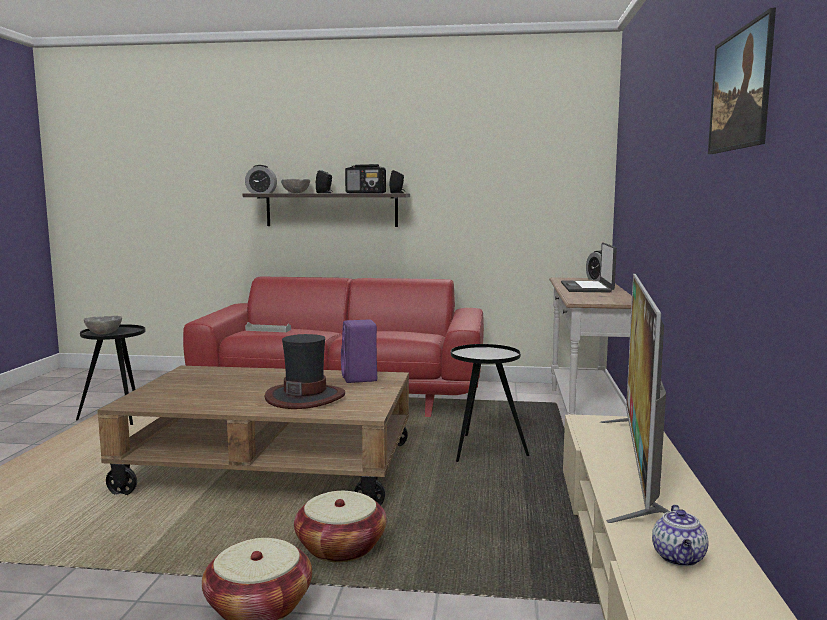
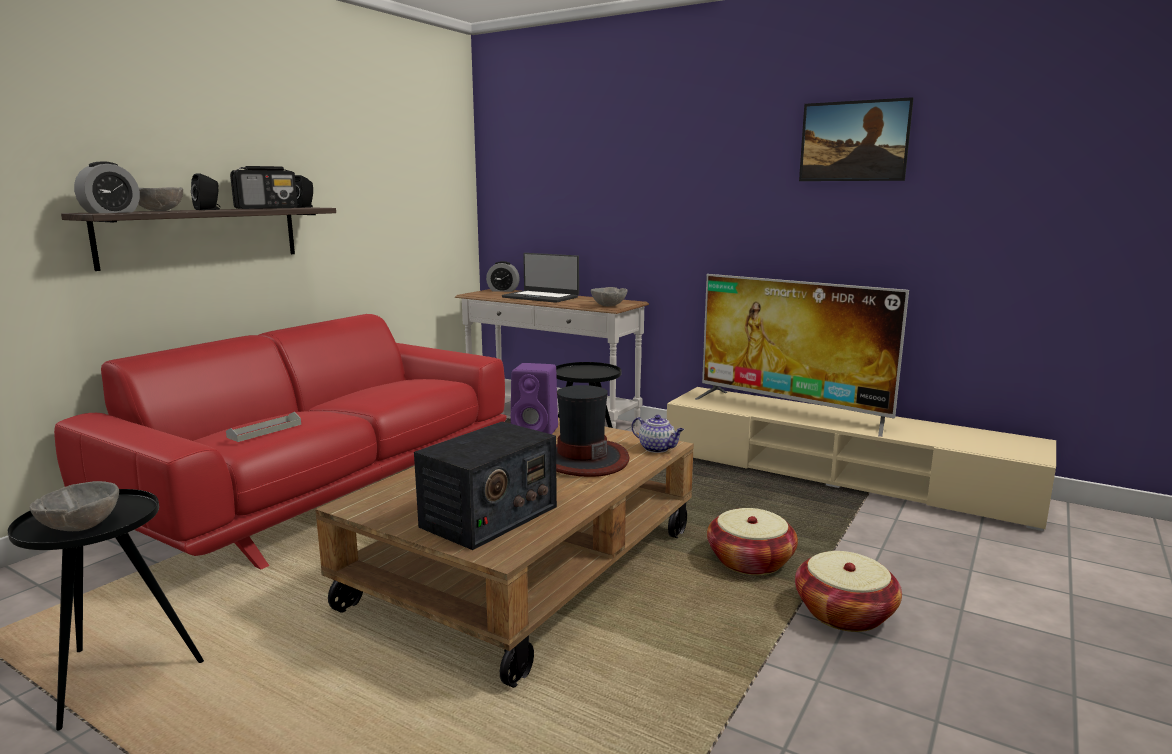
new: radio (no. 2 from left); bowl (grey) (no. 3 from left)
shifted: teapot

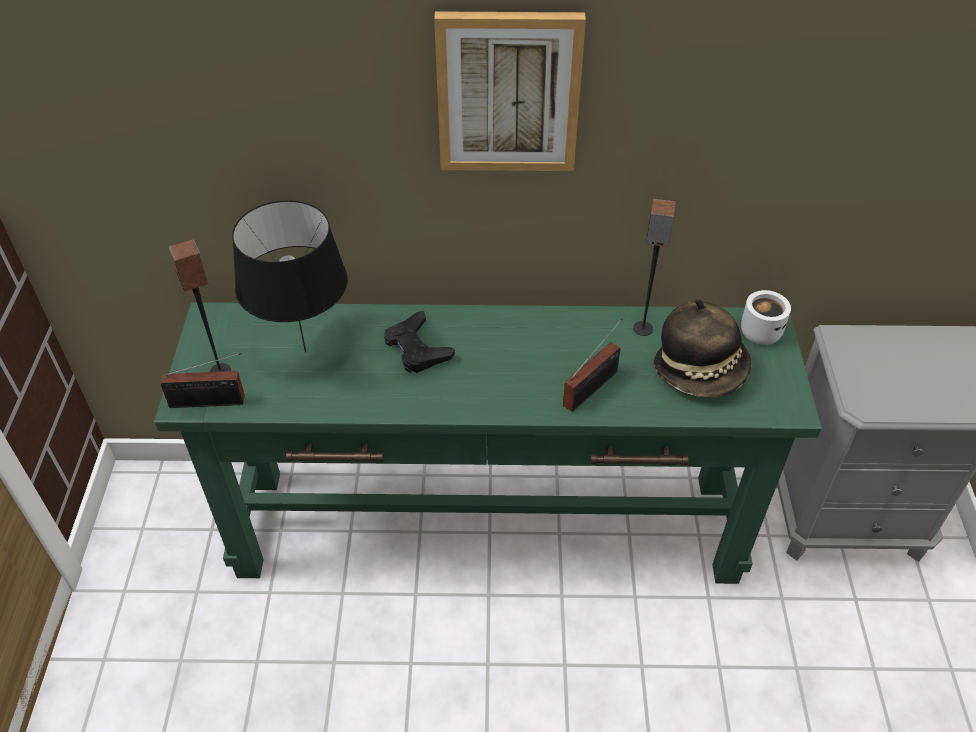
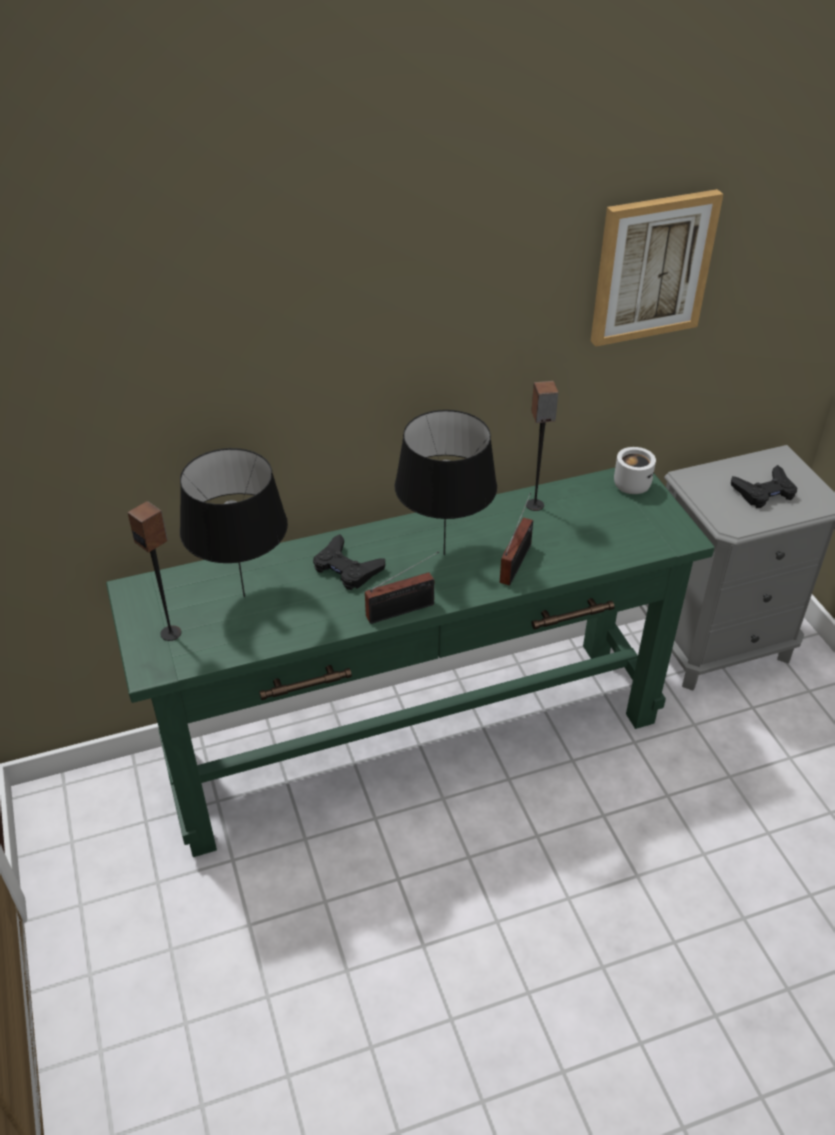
gone: hat
new: table lamp (black) (no. 2 from left); game controller (black) (no. 2 from left)
shifted: radio (no. 1 from left); picture

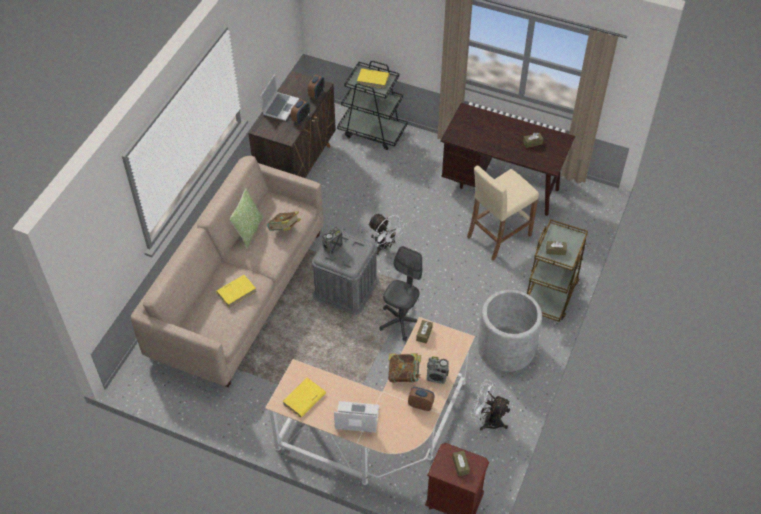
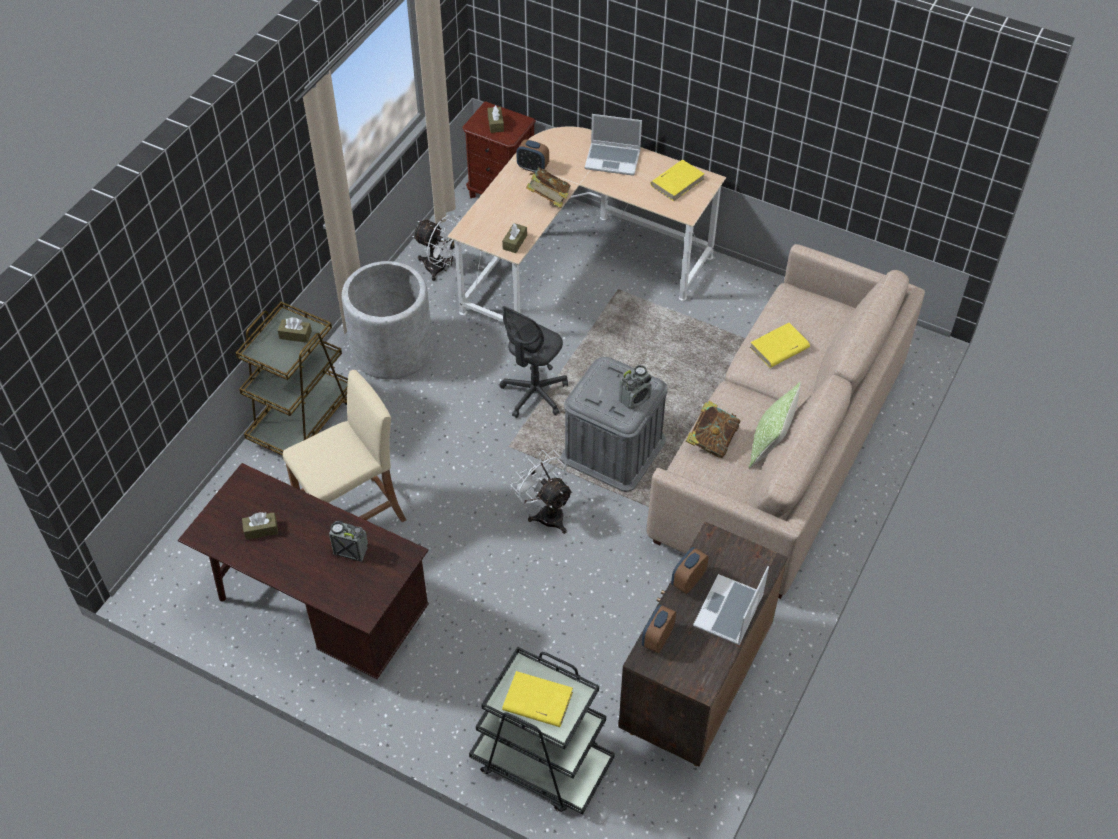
shifted: radio (no. 2 from left in the first image) to radio (no. 1 from left)

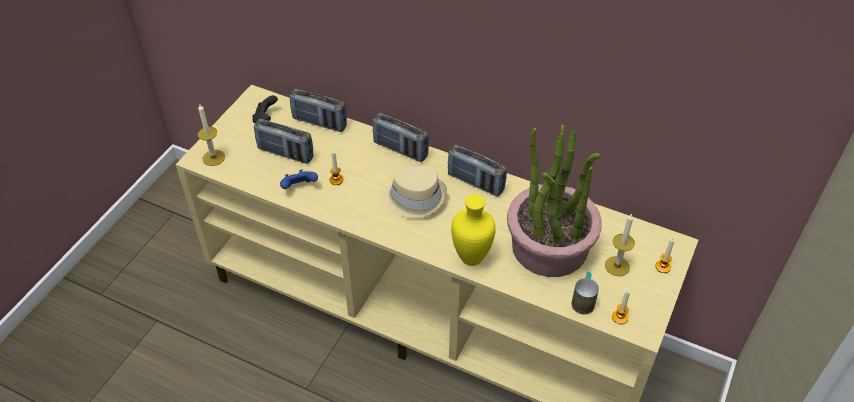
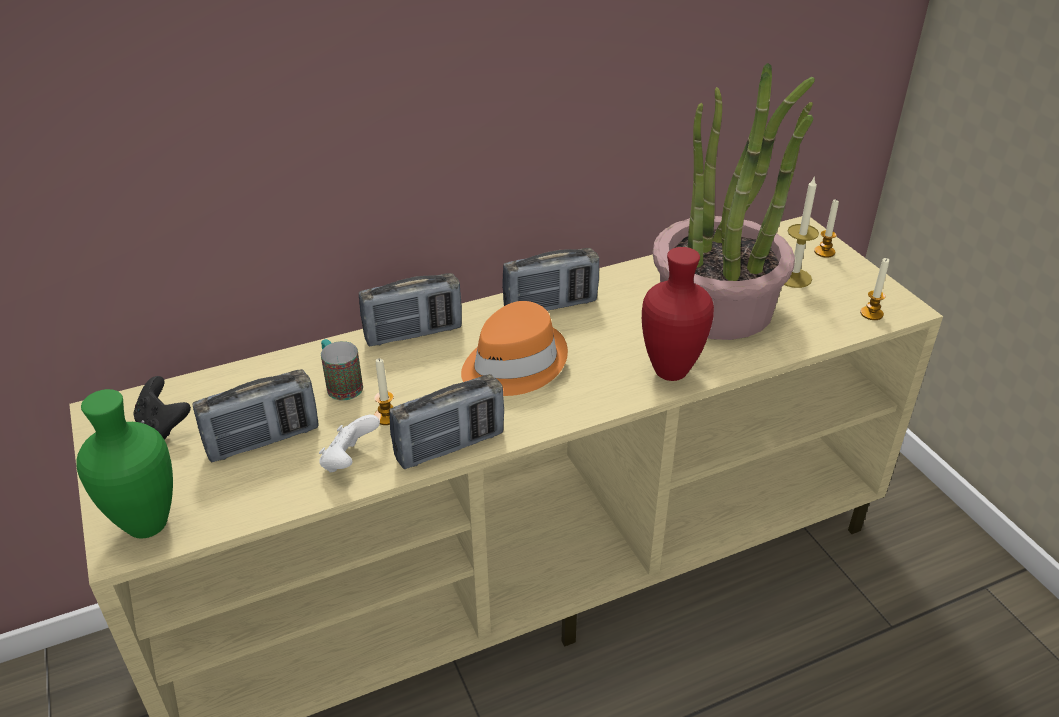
shifted: radio (no. 2 from left in the first image) to radio (no. 3 from left); mug
swapped: candle (no. 1 from left) to vase (green)
repainted: game controller (blue) to game controller (white); hat (beige) to hat (orange); vase (yellow) to vase (red)

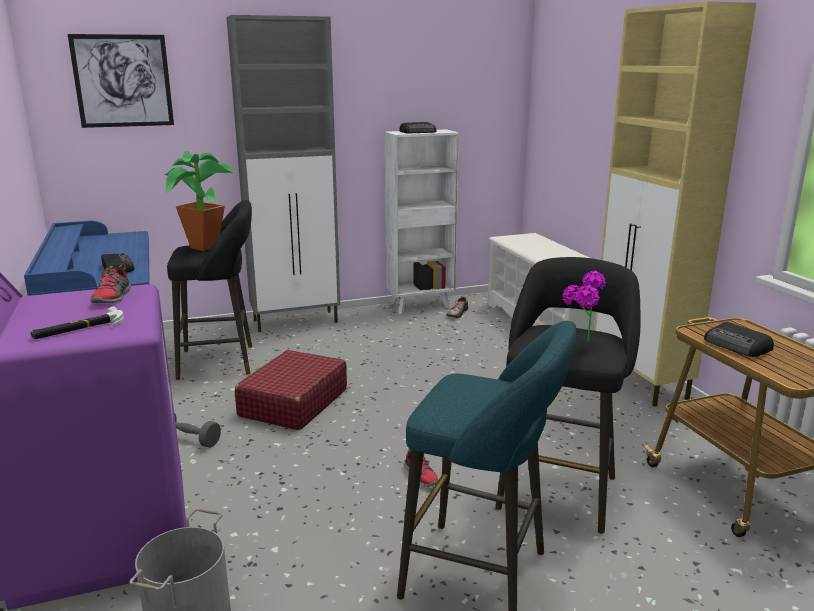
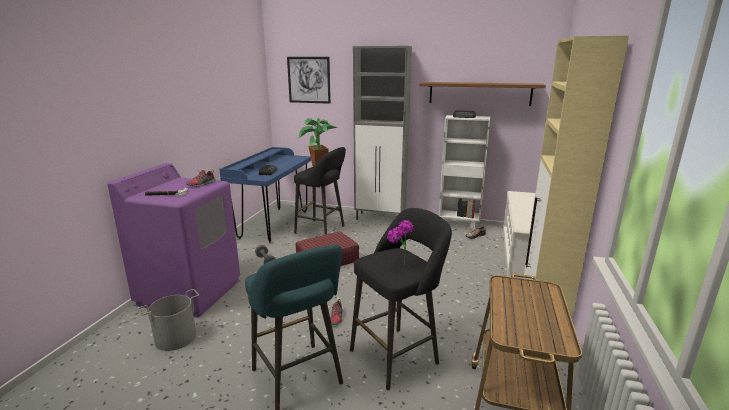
gone: radio (no. 3 from left)
new: shelf (brown)

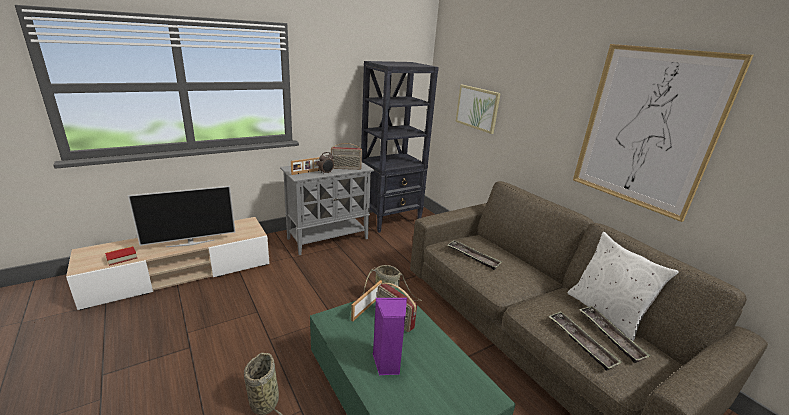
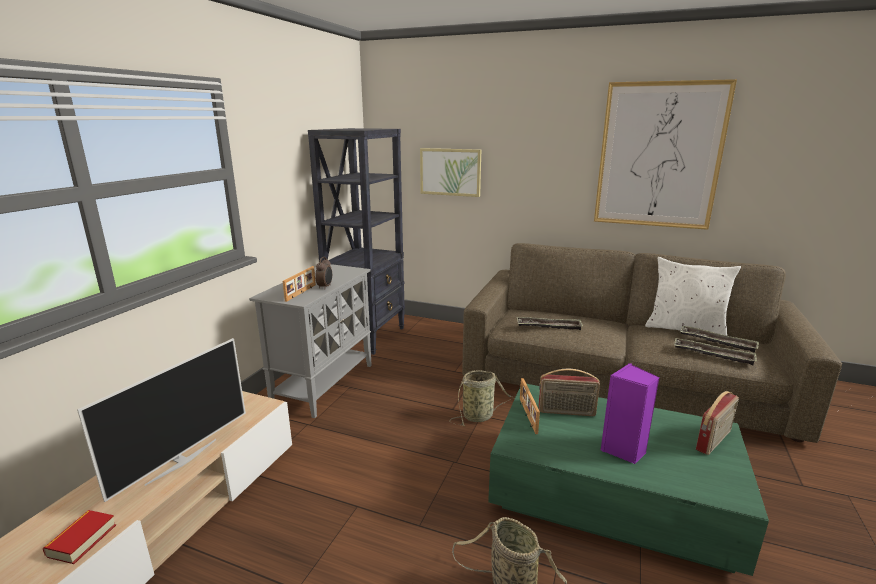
shifted: radio (no. 1 from left in the first image) to radio (no. 2 from left)

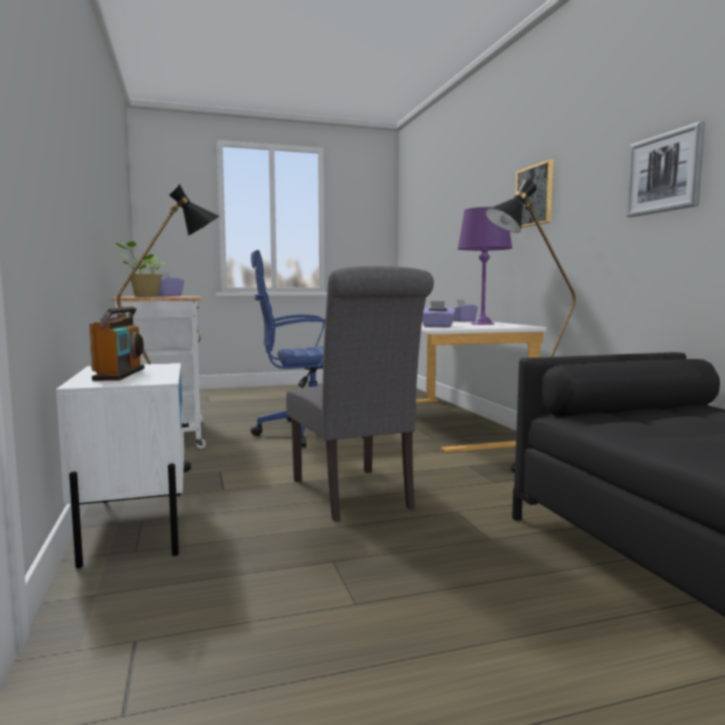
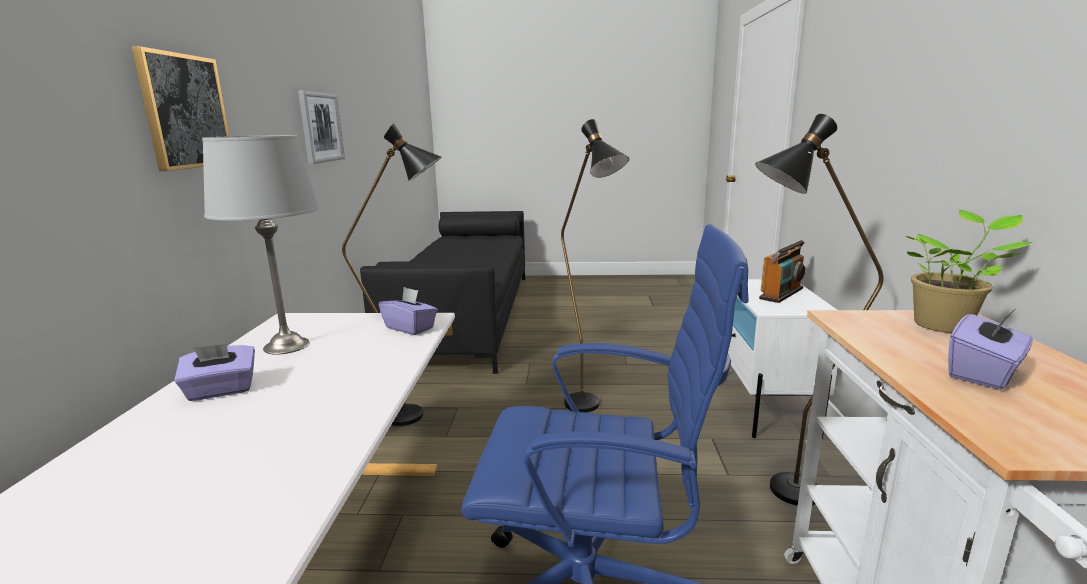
swapped: chair (grey) to floor lamp (black) (no. 2 from left)
repainted: table lamp (purple) to table lamp (grey)
rotated: radio 150 degrees counterclockwise

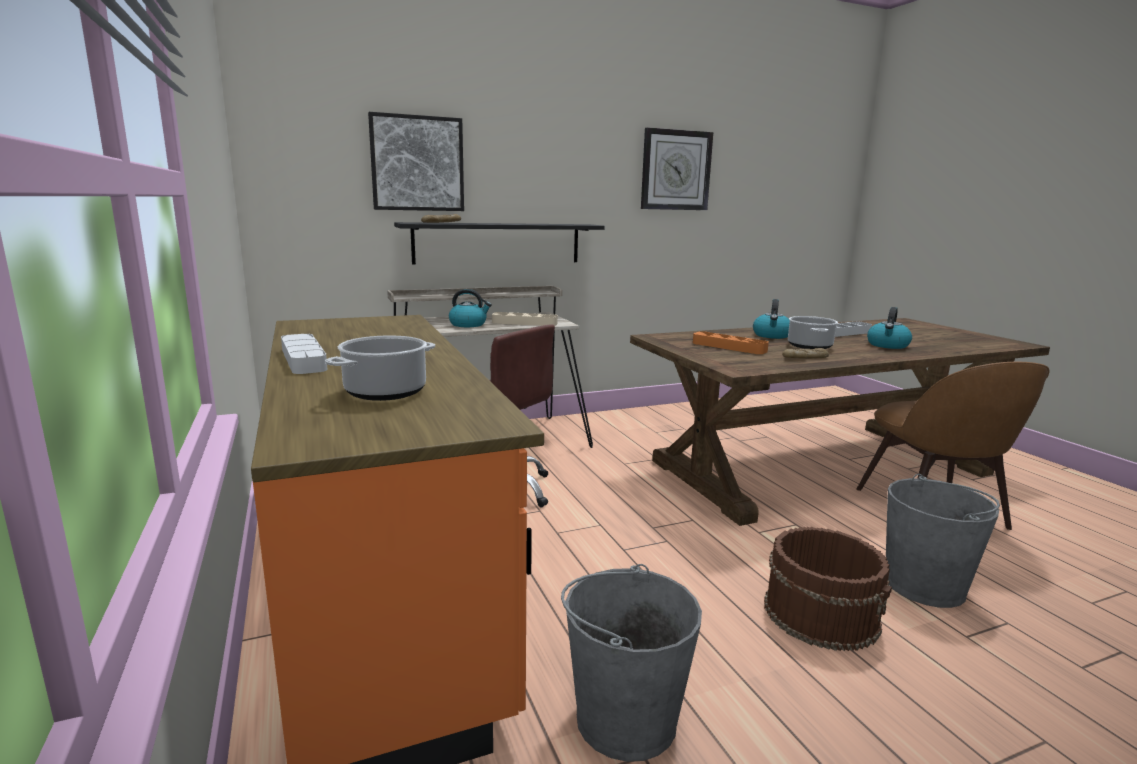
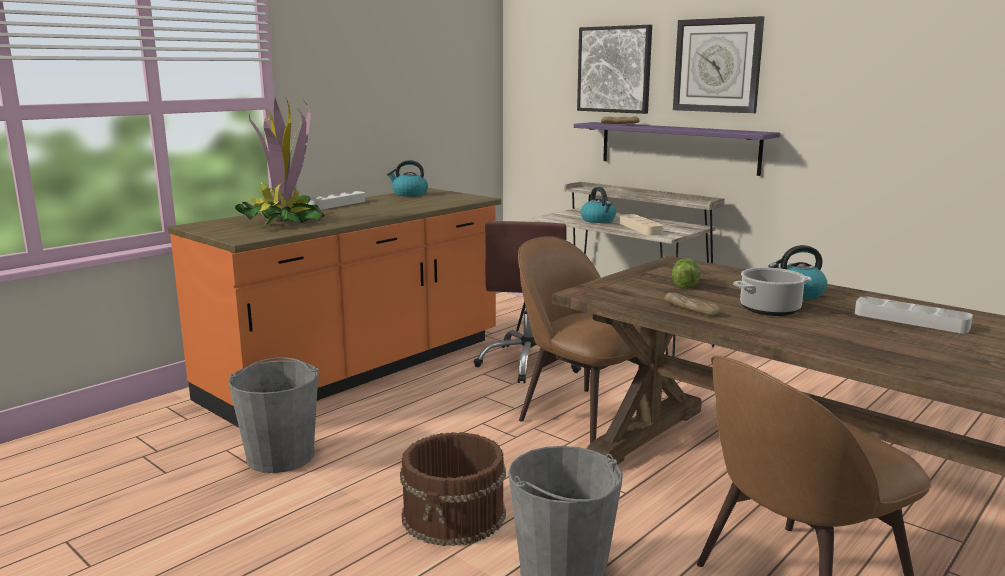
new: chair (brown) (no. 1 from left)
shifted: wall clock; kettle (no. 3 from left in the first image) to kettle (no. 1 from left)
swapped: cooking pot (no. 1 from left) to potted plant; tray (orange) to lettuce
repainted: shelf (black) to shelf (purple)

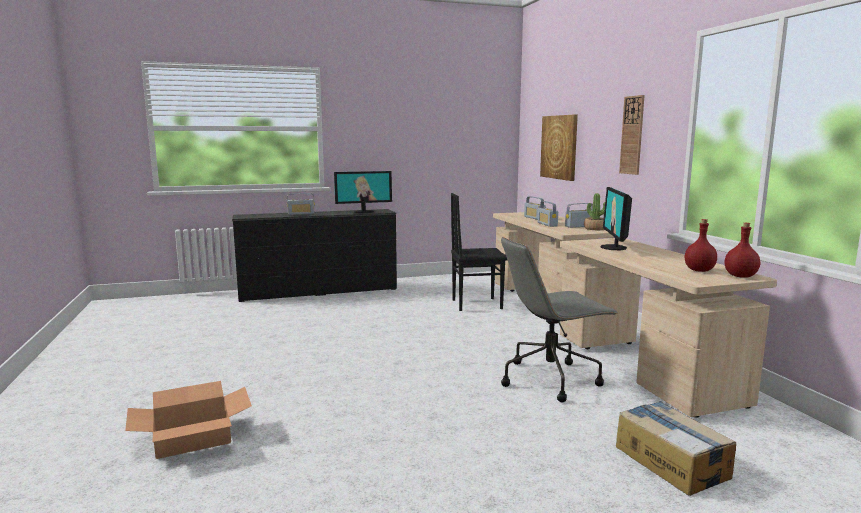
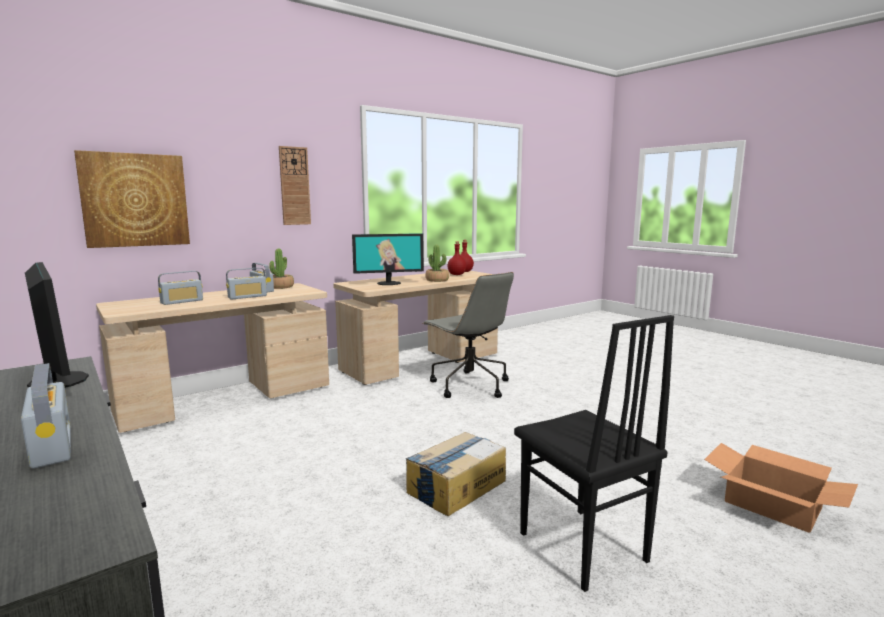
new: potted plant (no. 2 from left)
shifted: chair (black); cardboard box (no. 2 from left in the first image) to cardboard box (no. 1 from left)

